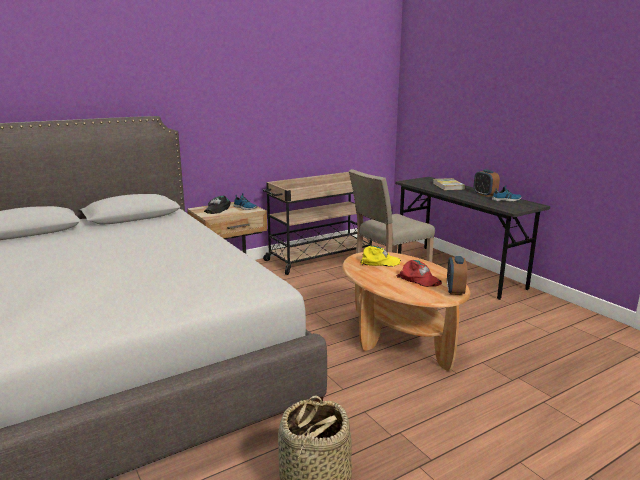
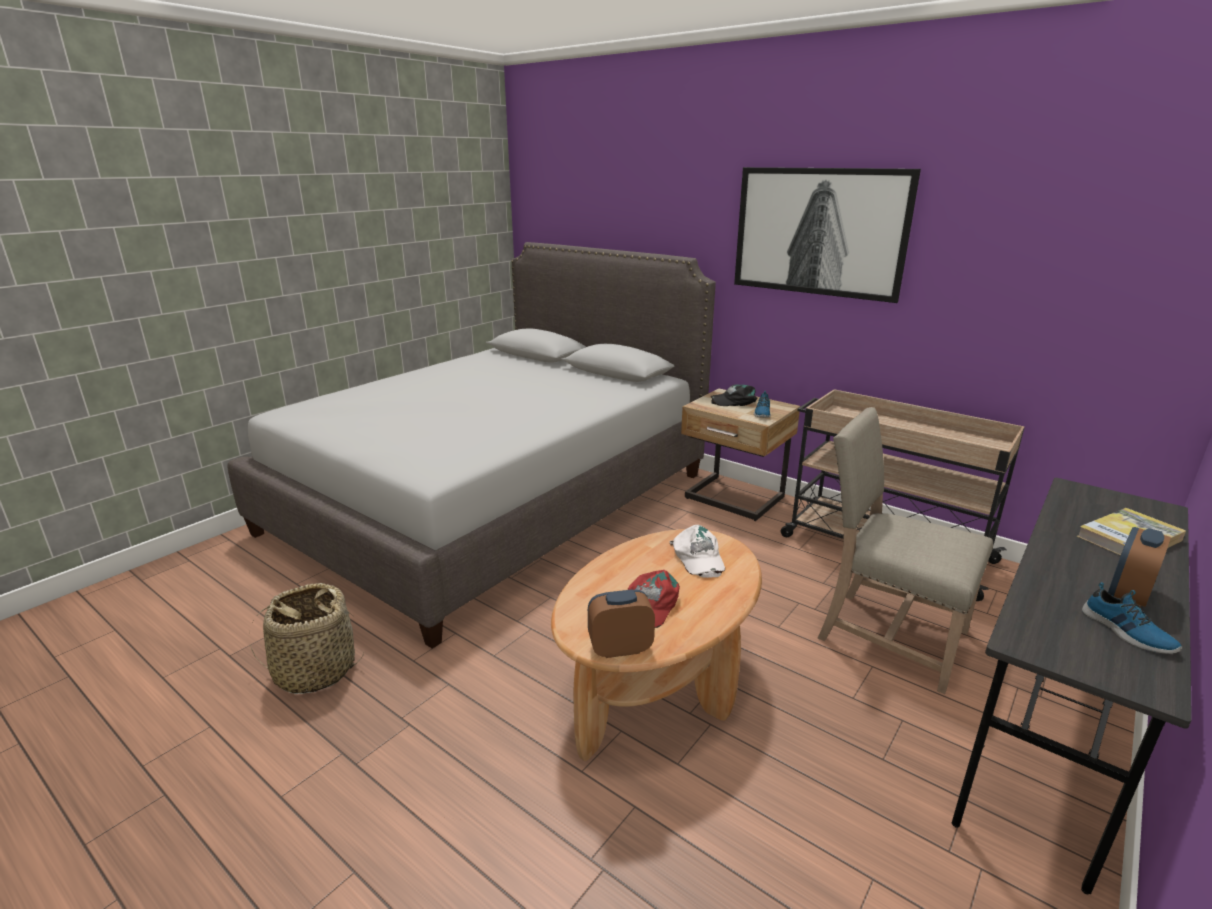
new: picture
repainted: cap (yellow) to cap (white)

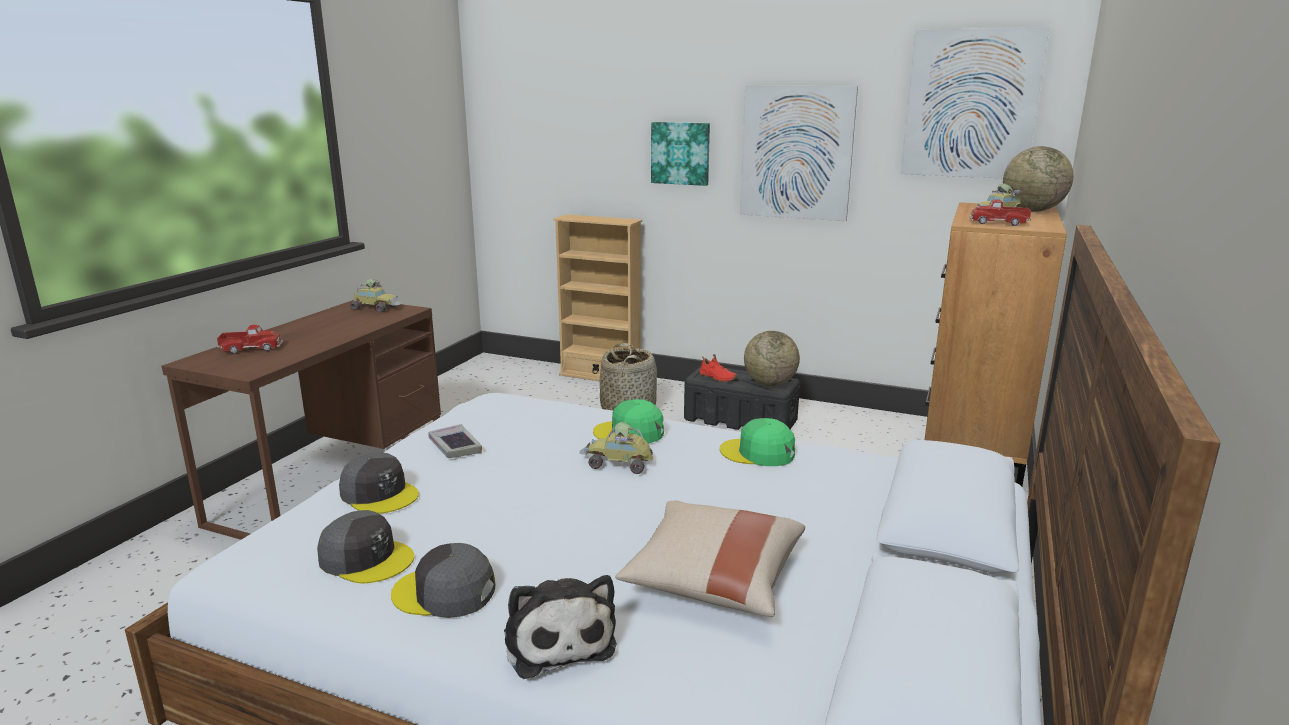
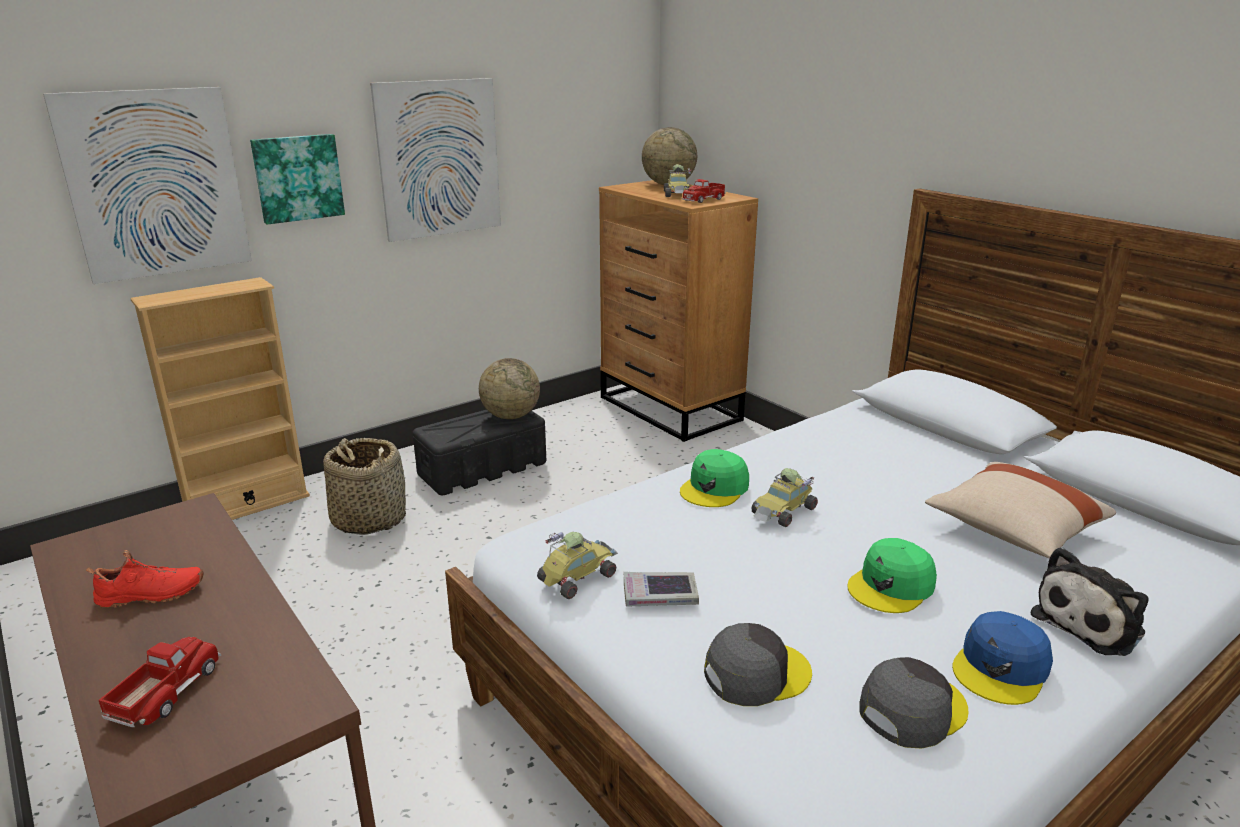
shifted: toy car (no. 1 from left); shoe (red); cap (green) (no. 2 from left); picture (no. 3 from left in the first image) to picture (no. 1 from left)
repainted: cap (grey) (no. 3 from left) to cap (blue)
rotated: plush toy 135 degrees clockwise

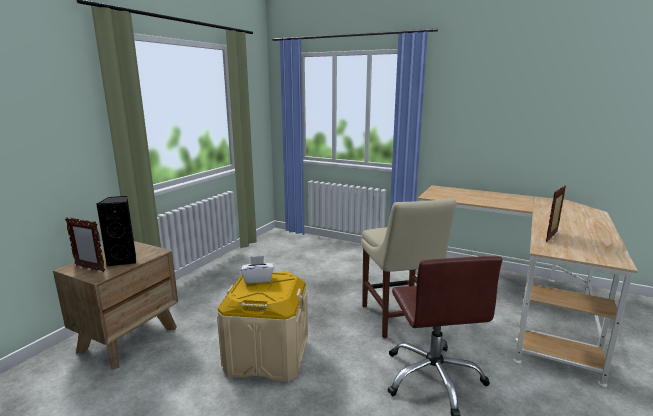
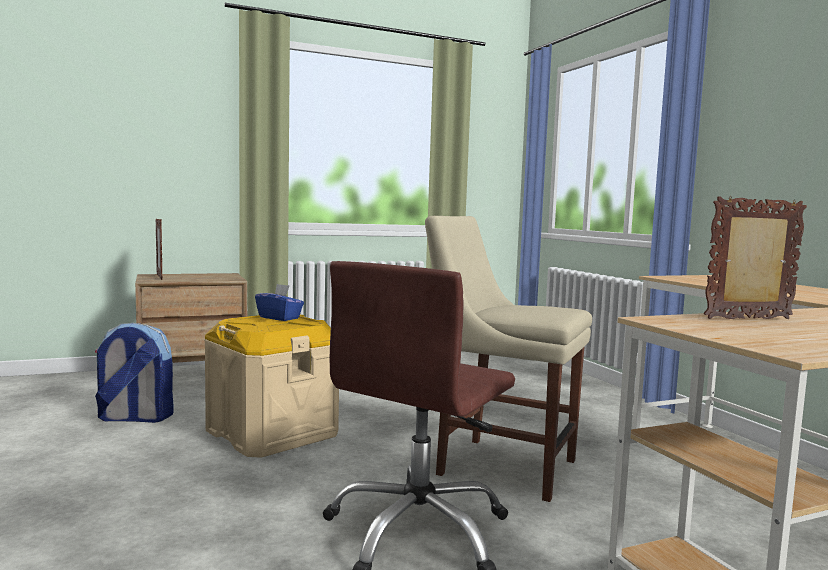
gone: speaker (black)
new: backpack
repainted: tissue box (white) to tissue box (blue)
rotated: chair (beige) 90 degrees clockwise

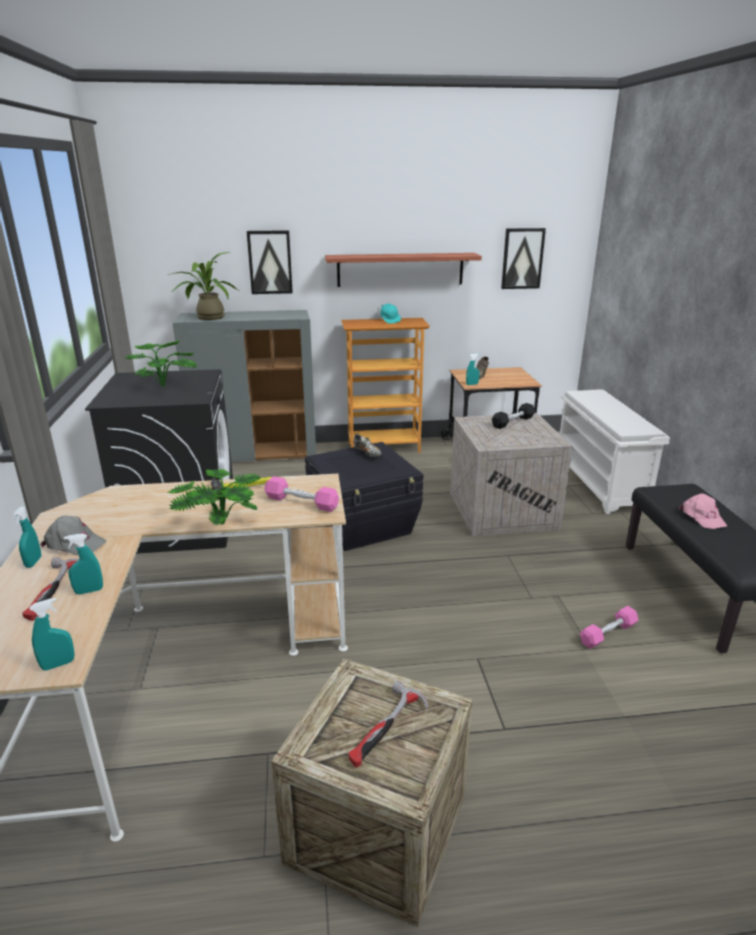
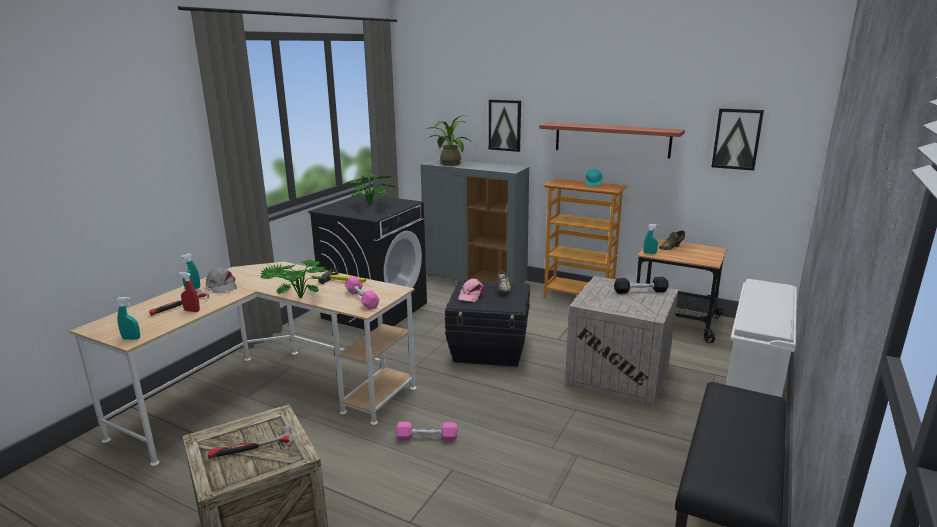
shifted: dumbbell (pink) (no. 2 from left); cap (pink)
repainted: spray bottle (turquoise) (no. 3 from left) to spray bottle (red)

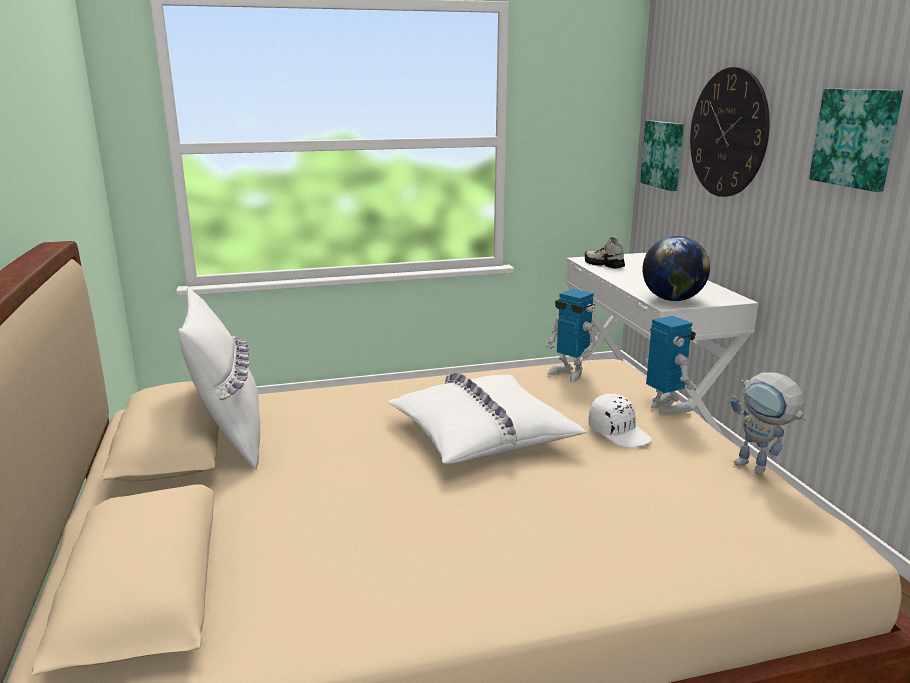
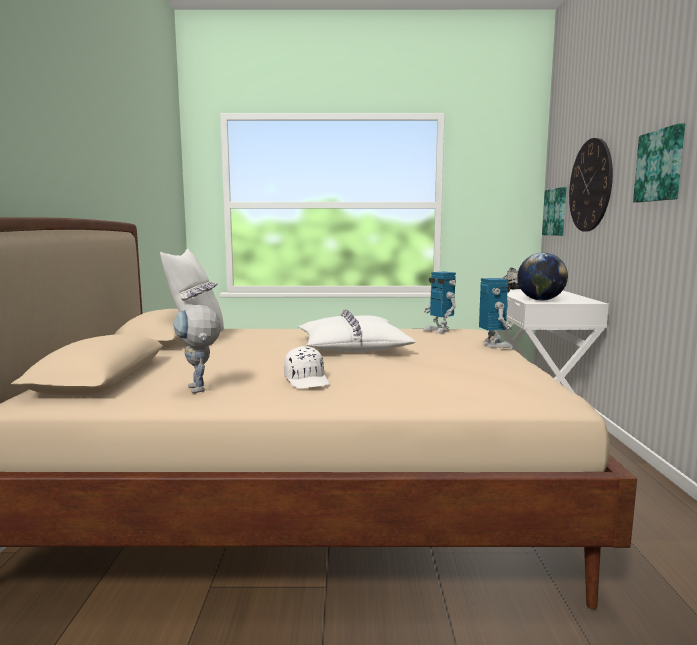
shifted: cap (white); toy robot (no. 3 from left in the first image) to toy robot (no. 1 from left)

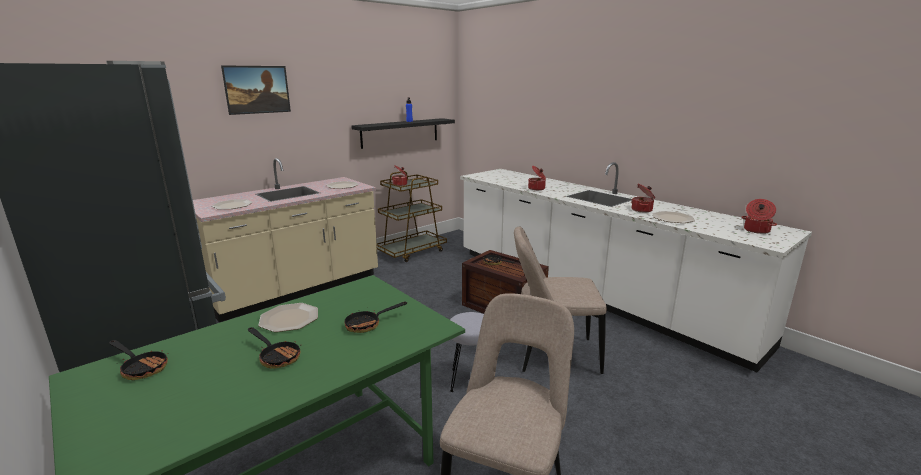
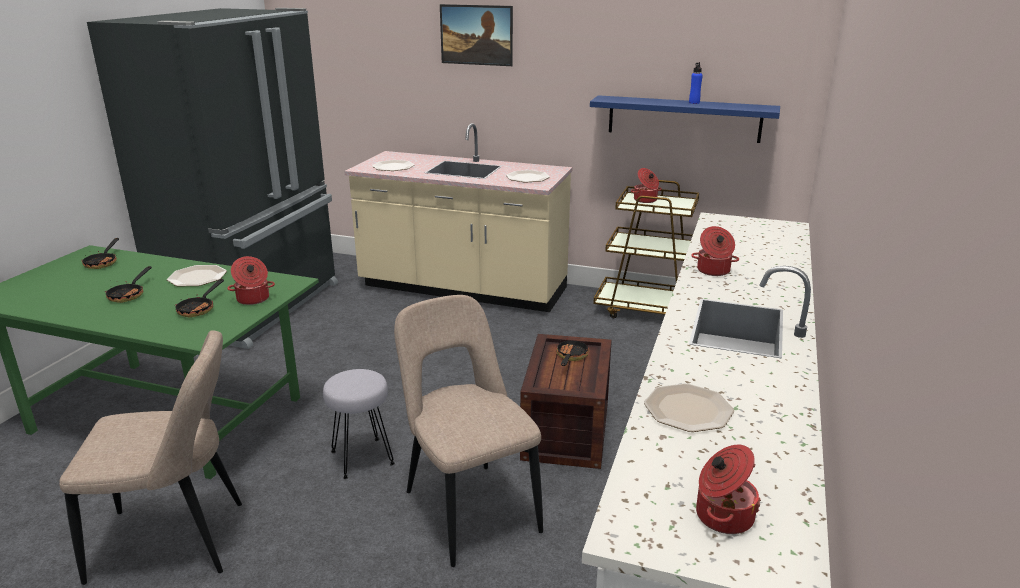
shifted: cooking pot (no. 3 from left in the first image) to cooking pot (no. 1 from left)
repainted: shelf (black) to shelf (blue)
rotated: frying pan (no. 3 from left) 105 degrees counterclockwise

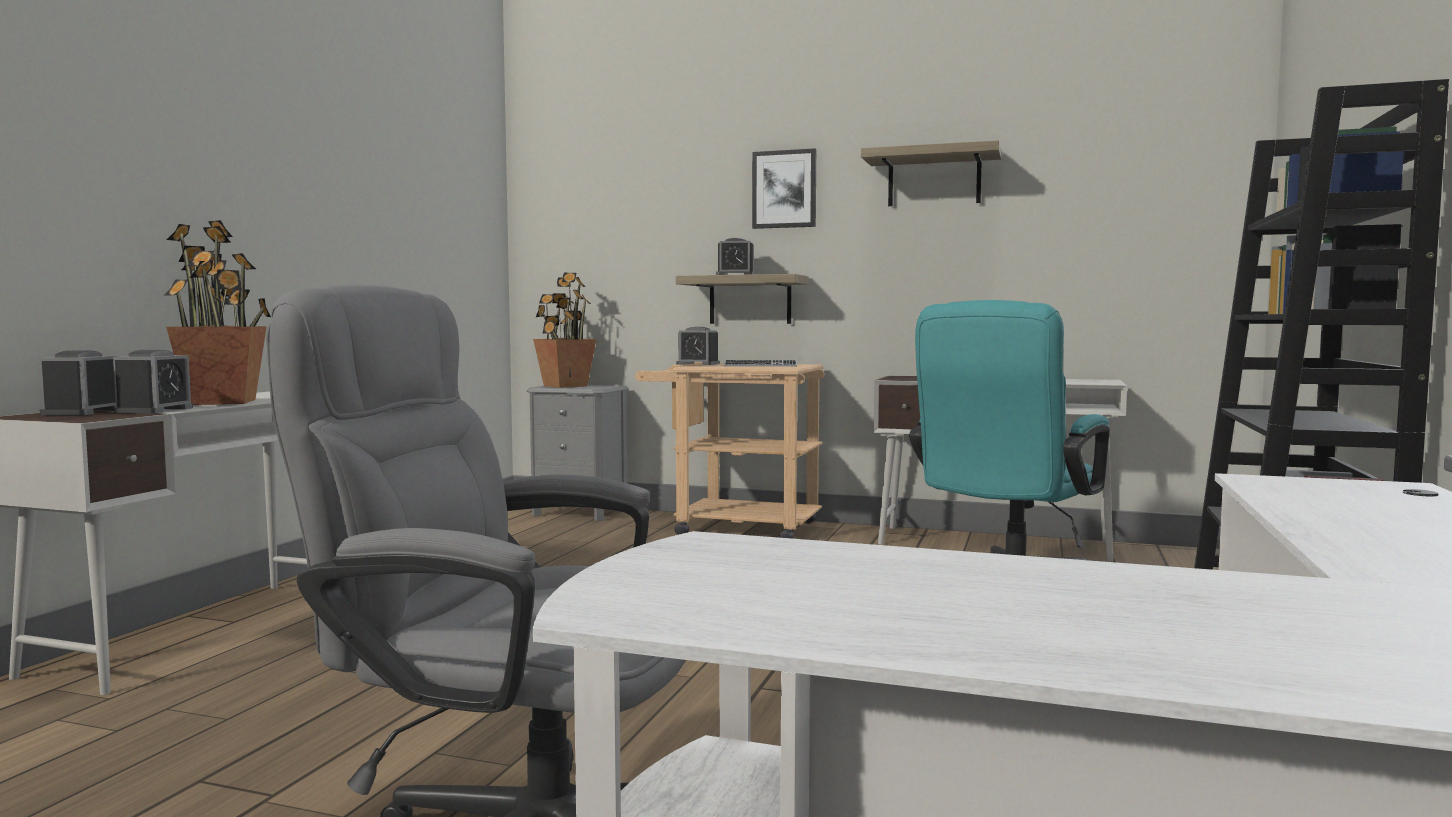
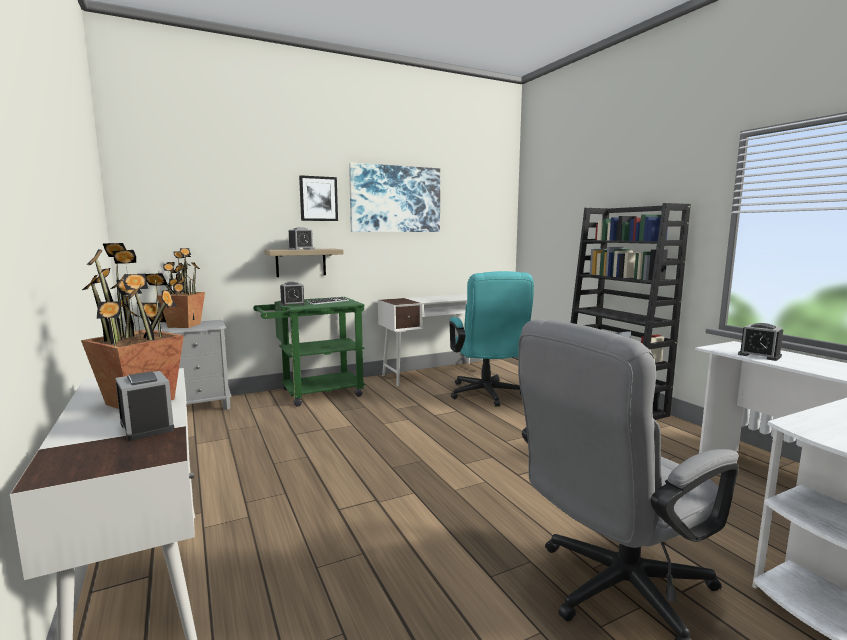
shifted: alarm clock (no. 1 from left in the first image) to alarm clock (no. 4 from left)
swapped: shelf (no. 2 from left) to picture (no. 2 from left)
repainted: cart (beige) to cart (green)

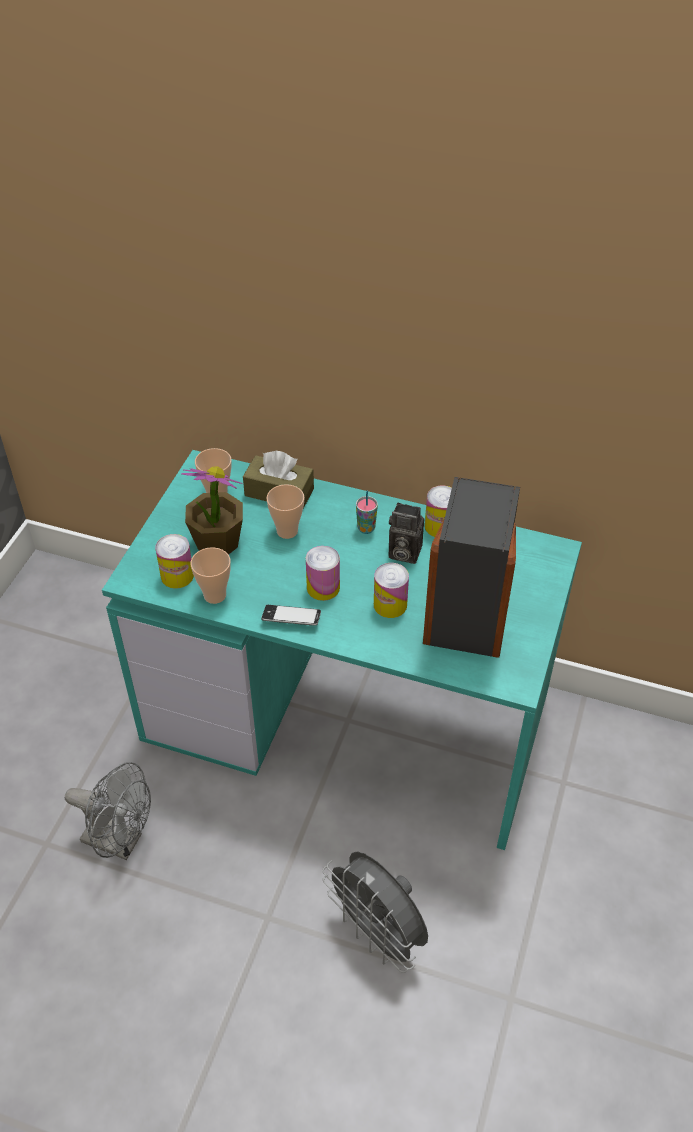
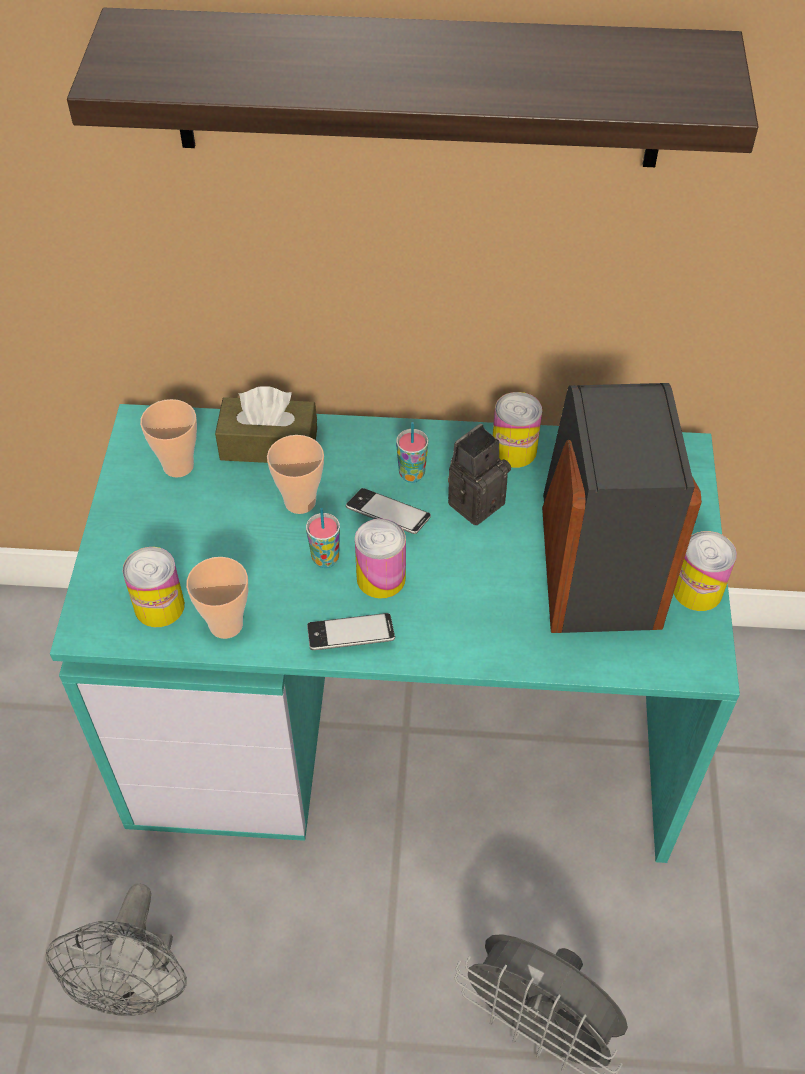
gone: potted plant
new: shelf; cup (no. 4 from left); phone (no. 2 from left)
shifted: can (no. 3 from left in the first image) to can (no. 4 from left)
rotated: fan (grey) (no. 1 from left) 90 degrees clockwise; photo camera 135 degrees clockwise

